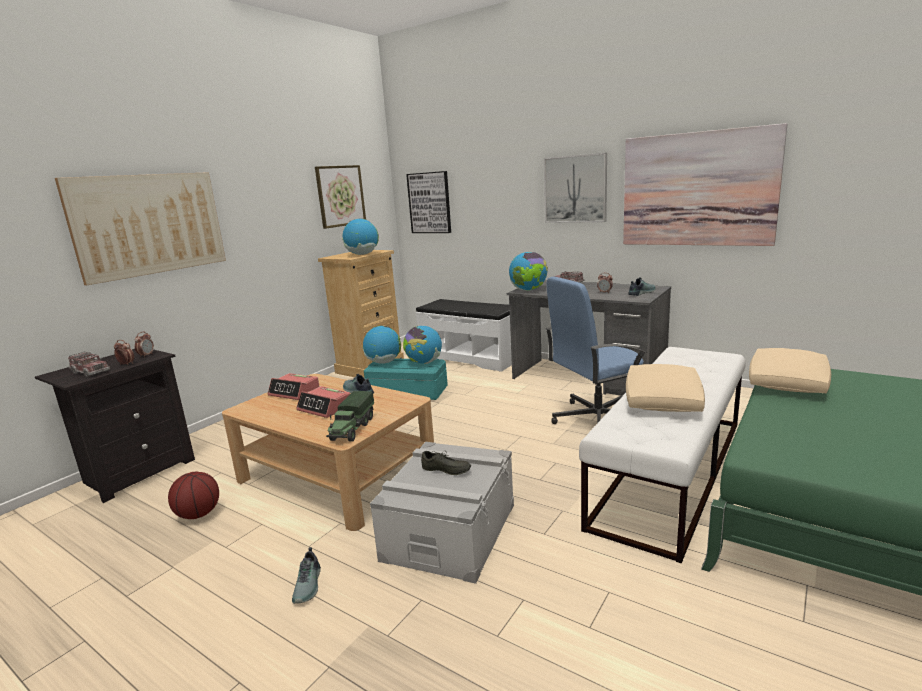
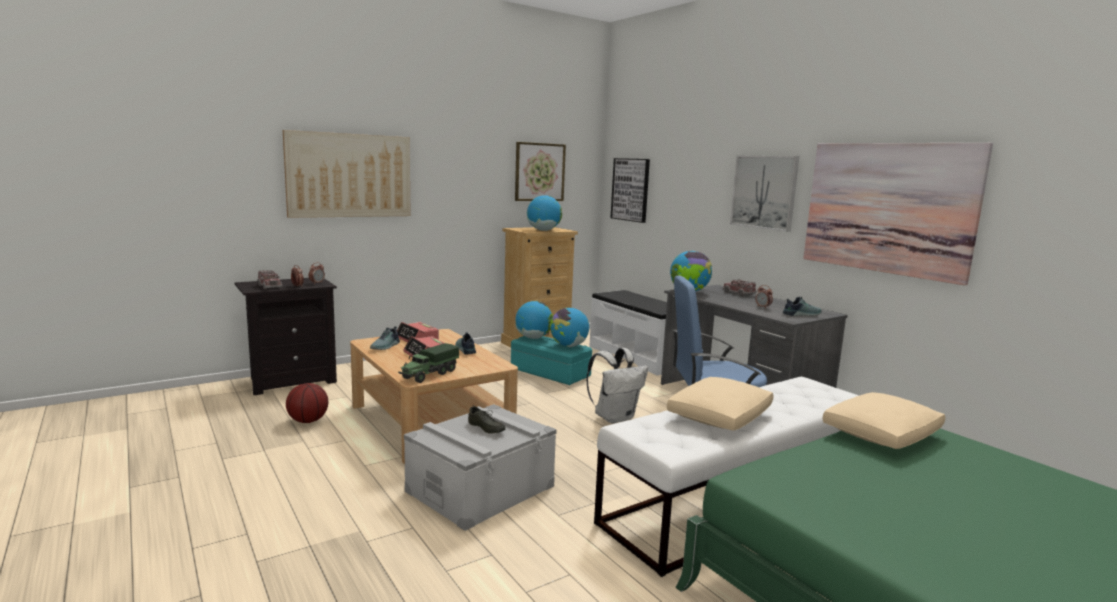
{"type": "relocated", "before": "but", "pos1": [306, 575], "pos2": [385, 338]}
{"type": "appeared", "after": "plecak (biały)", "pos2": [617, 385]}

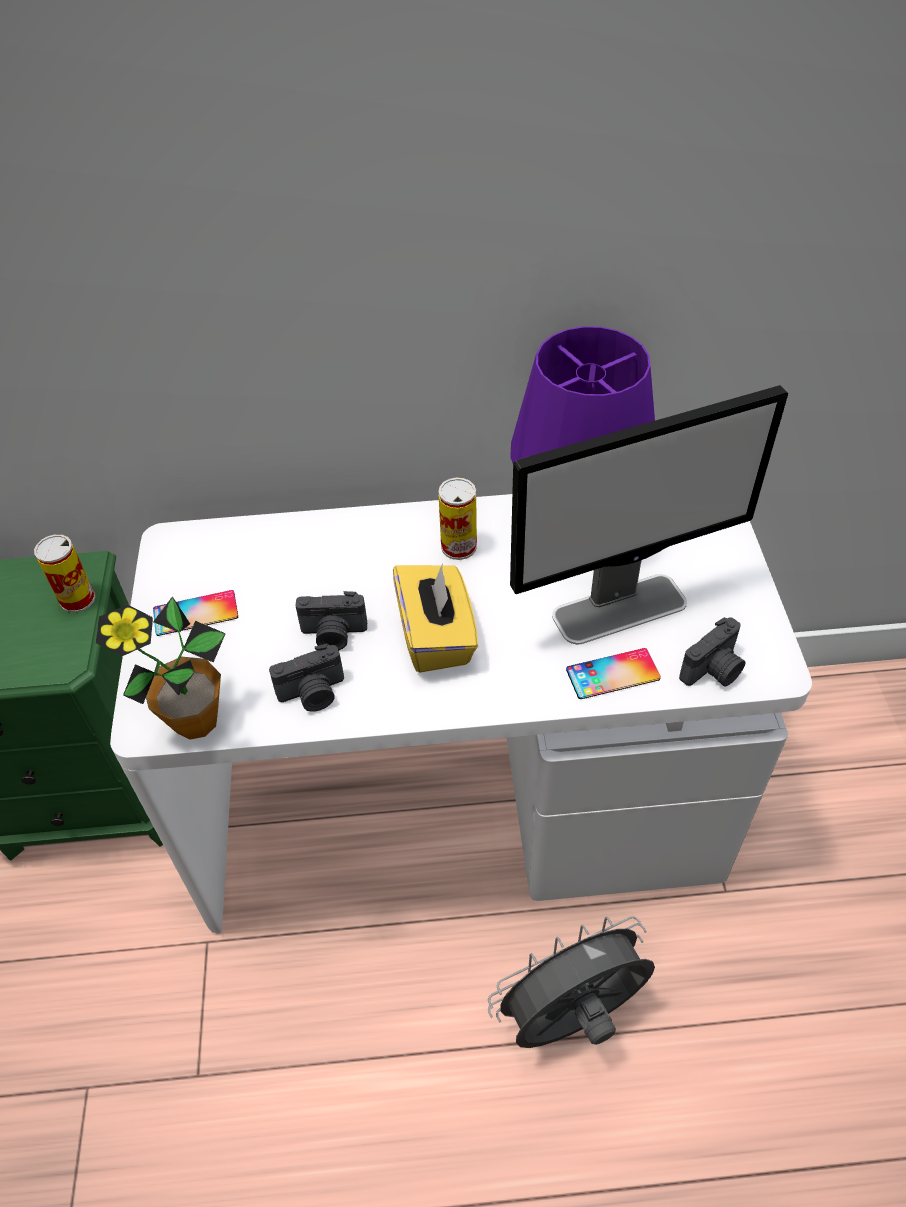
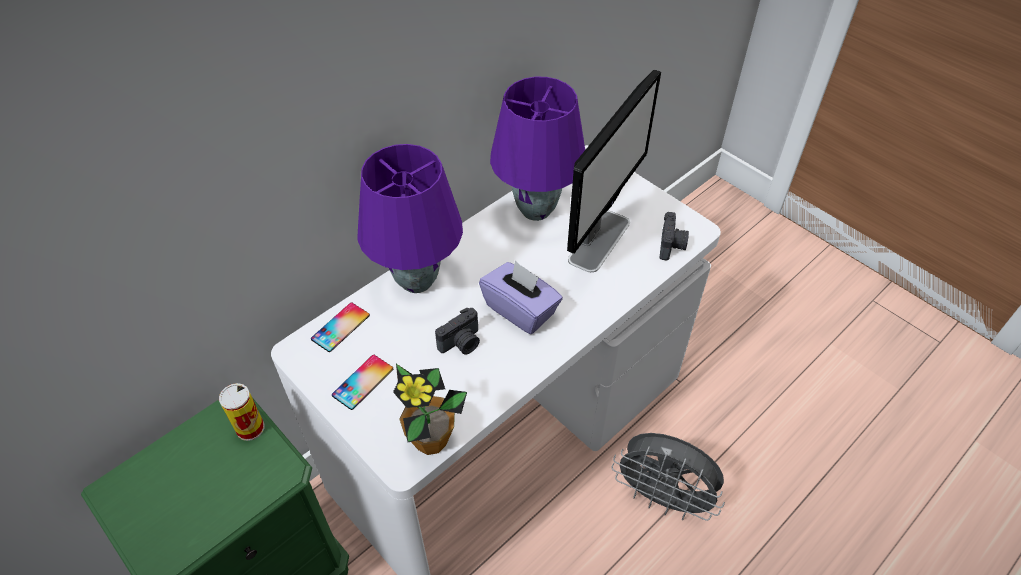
{"type": "missing", "before": "puszka", "pos1": [457, 519]}
{"type": "colour", "before": "pudełko chusteczek (żółty)", "after": "pudełko chusteczek (fioletowy)", "pos1": [435, 618], "pos2": [521, 297]}
{"type": "missing", "before": "aparat fotograficzny", "pos1": [306, 678]}
{"type": "relocated", "before": "telefon", "pos1": [613, 673], "pos2": [340, 327]}
{"type": "spun", "before": "wentylator (szary)", "pos1": [571, 982], "pos2": [668, 477], "turn": -90}
{"type": "appeared", "after": "lampa stołowa (fioletowy)", "pos2": [410, 218]}

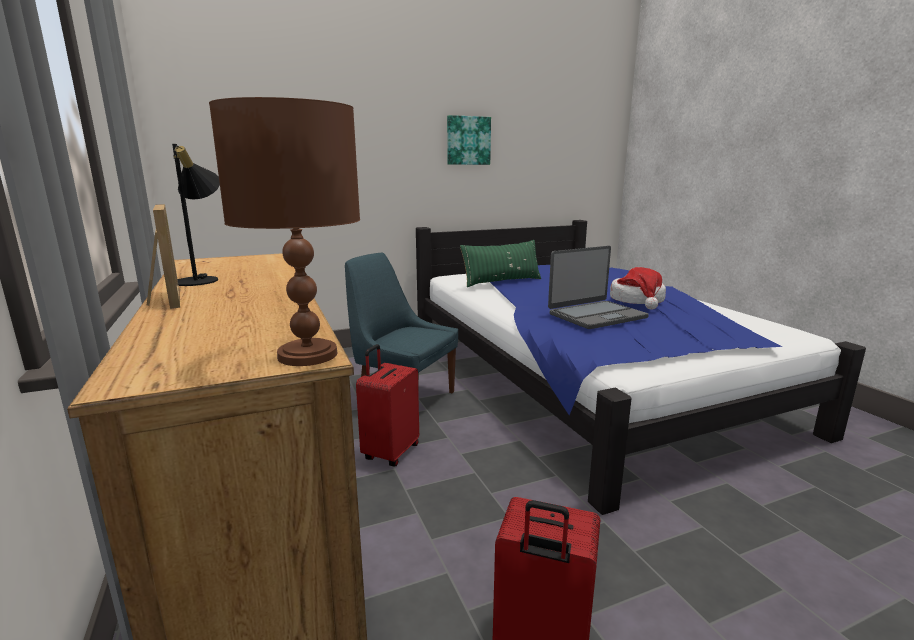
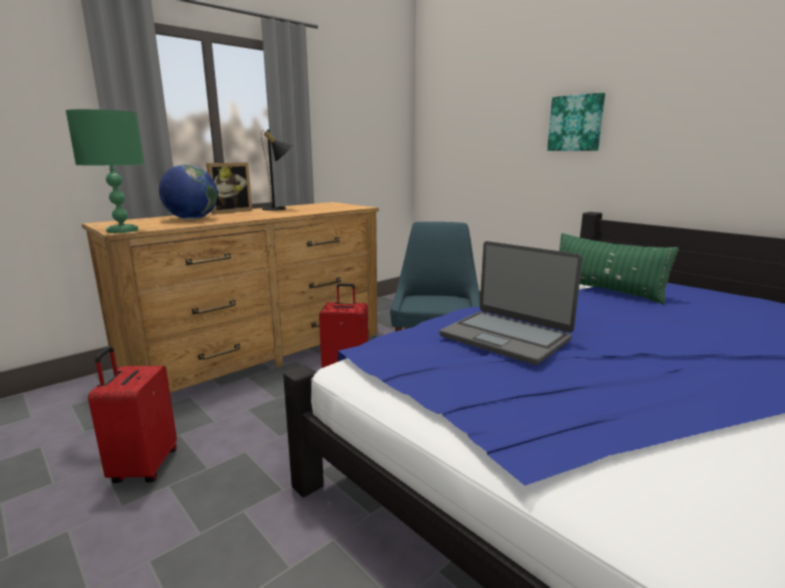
{"type": "colour", "before": "lampa stołowa (brązowy)", "after": "lampa stołowa (zielony)", "pos1": [284, 231], "pos2": [105, 171]}
{"type": "relocated", "before": "obraz", "pos1": [469, 140], "pos2": [576, 122]}
{"type": "missing", "before": "kapelusz", "pos1": [638, 288]}
{"type": "appeared", "after": "globus", "pos2": [188, 192]}

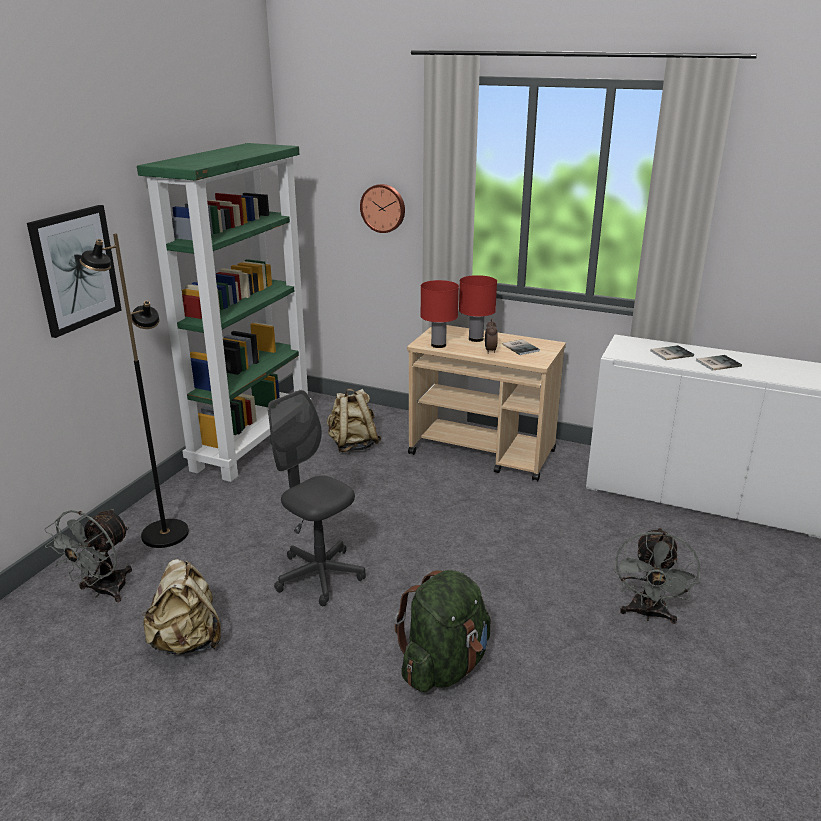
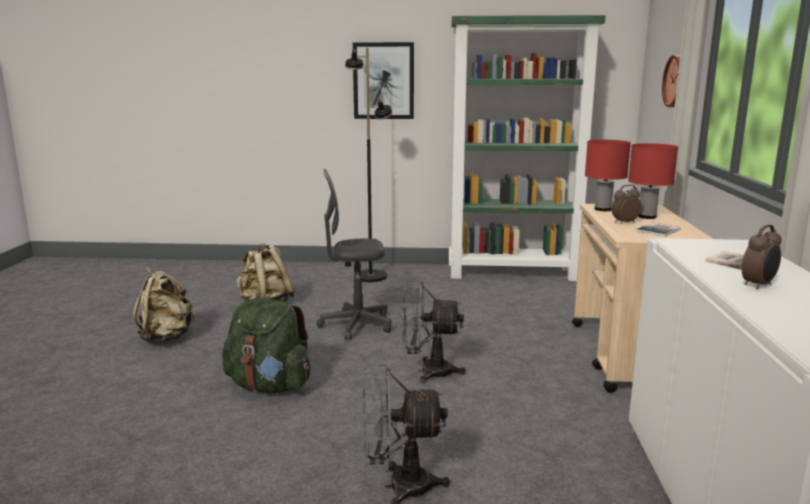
{"type": "exchanged", "before": "książka", "after": "budzik", "pos1": [719, 363], "pos2": [762, 256]}
{"type": "relocated", "before": "plecak (beżowy)", "pos1": [354, 420], "pos2": [164, 304]}
{"type": "spun", "before": "krzesło biurowe (szary)", "pos1": [317, 498], "pos2": [354, 254], "turn": -120}
{"type": "relocated", "before": "wentylator (szary)", "pos1": [88, 555], "pos2": [433, 331]}

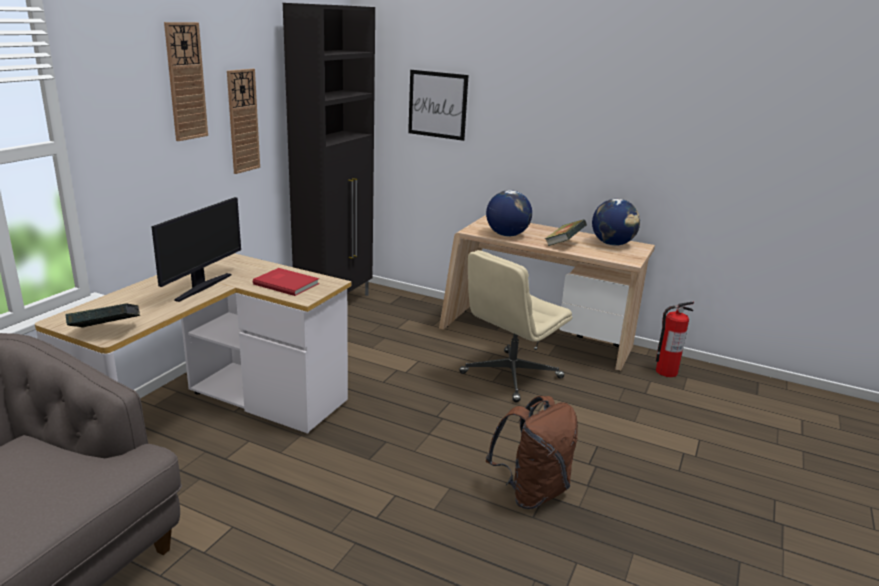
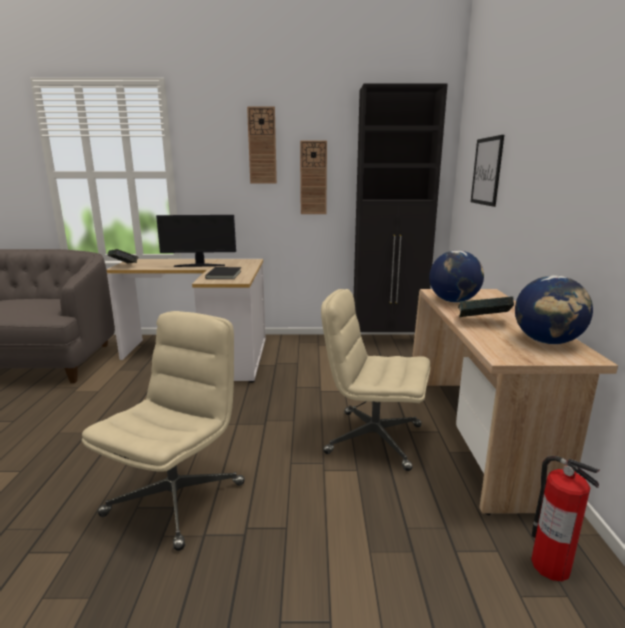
{"type": "colour", "before": "książka (czerwony)", "after": "książka (czarny)", "pos1": [286, 282], "pos2": [223, 273]}
{"type": "exchanged", "before": "plecak (brązowy)", "after": "krzesło biurowe (beżowy)", "pos1": [532, 452], "pos2": [163, 431]}

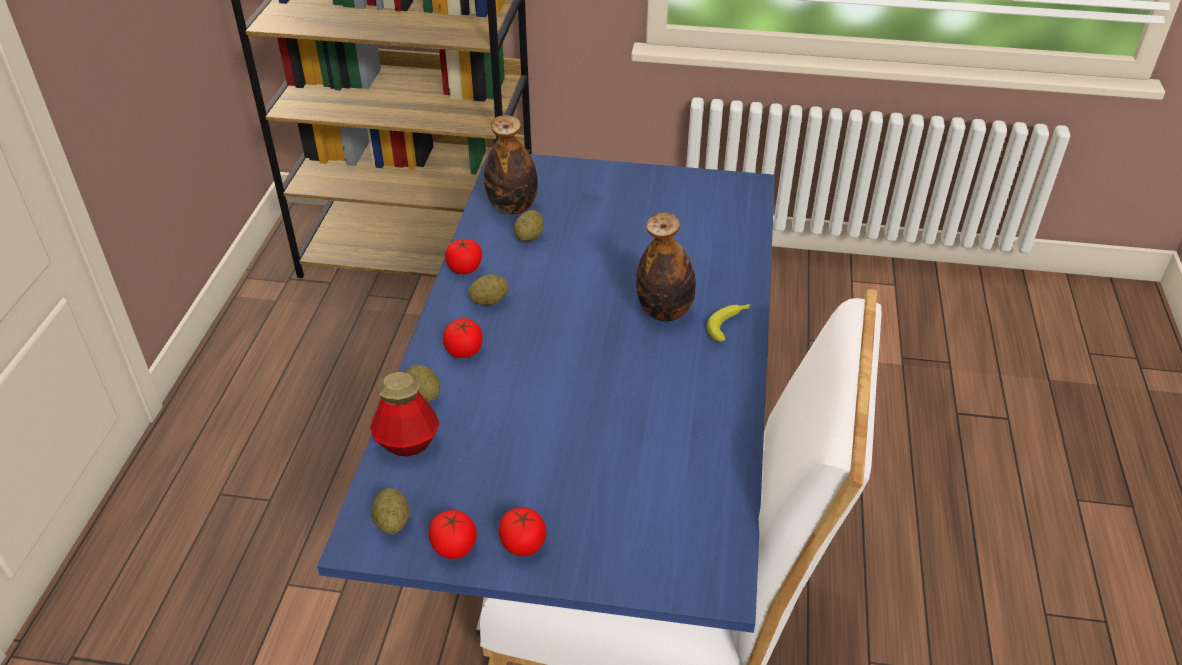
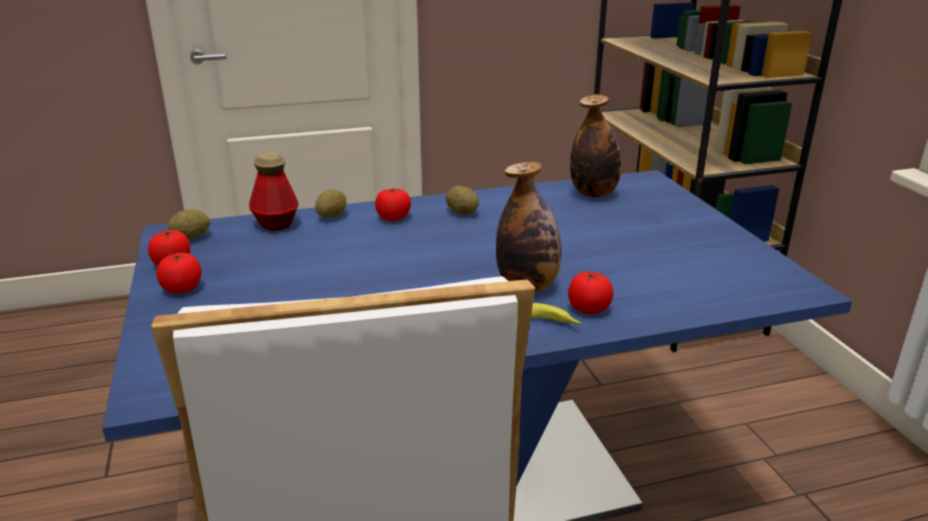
{"type": "missing", "before": "ziemniak", "pos1": [529, 225]}
{"type": "relocated", "before": "pomidor", "pos1": [463, 256], "pos2": [591, 292]}

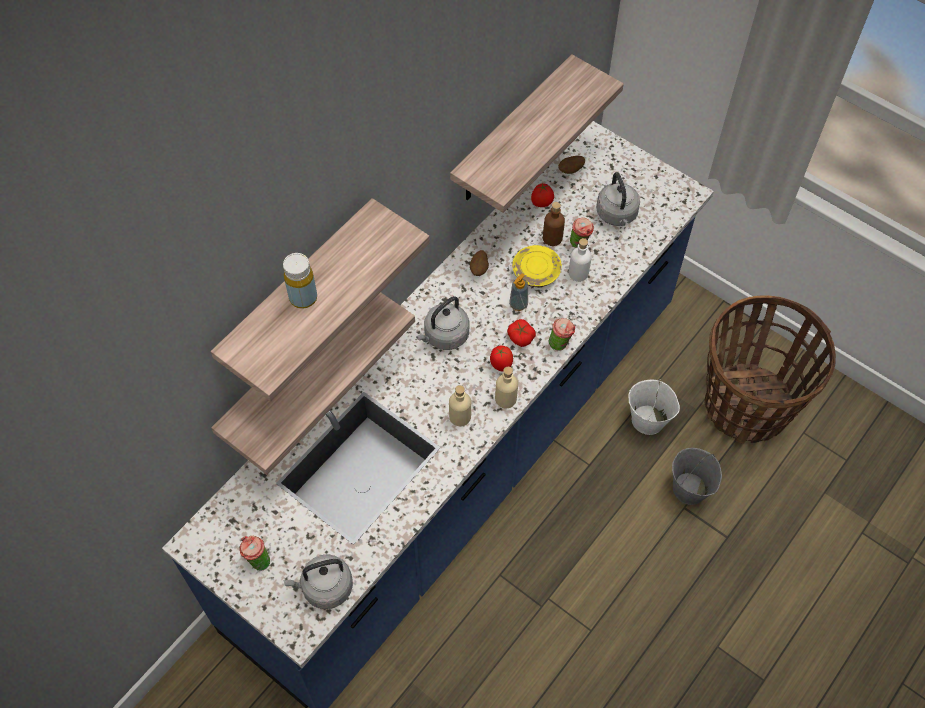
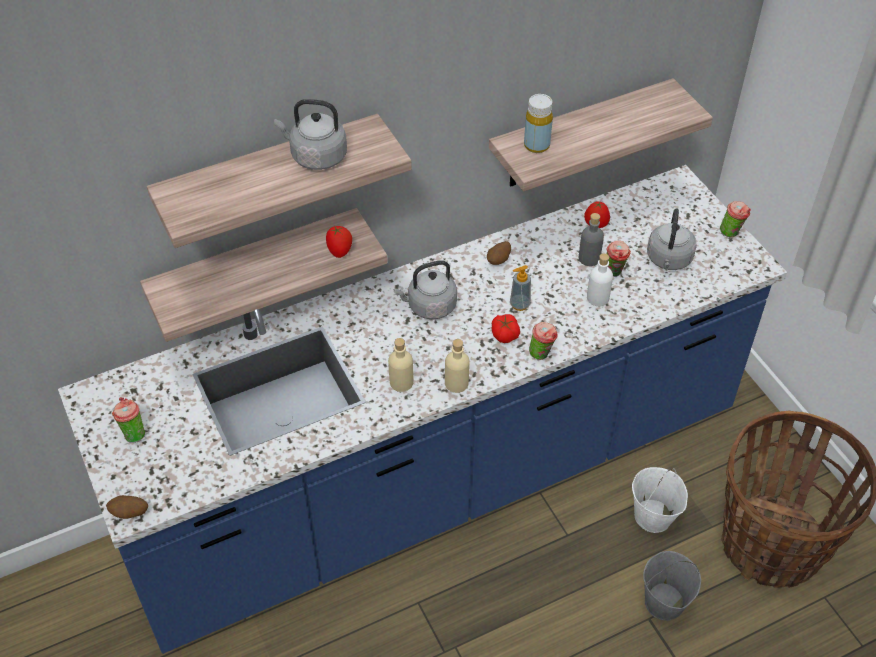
{"type": "relocated", "before": "ziemniak", "pos1": [572, 165], "pos2": [127, 507]}
{"type": "colour", "before": "butelka (brązowy)", "after": "butelka (szary)", "pos1": [554, 224], "pos2": [591, 239]}
{"type": "missing", "before": "talerz (żółty)", "pos1": [537, 266]}
{"type": "relocated", "before": "butelka (żółty)", "pos1": [300, 281], "pos2": [538, 123]}
{"type": "relocated", "before": "pomidor", "pos1": [501, 359], "pos2": [339, 241]}
{"type": "relocated", "before": "czajnik (szary)", "pos1": [318, 581], "pos2": [310, 134]}
{"type": "appeared", "after": "filiżanka", "pos2": [735, 219]}

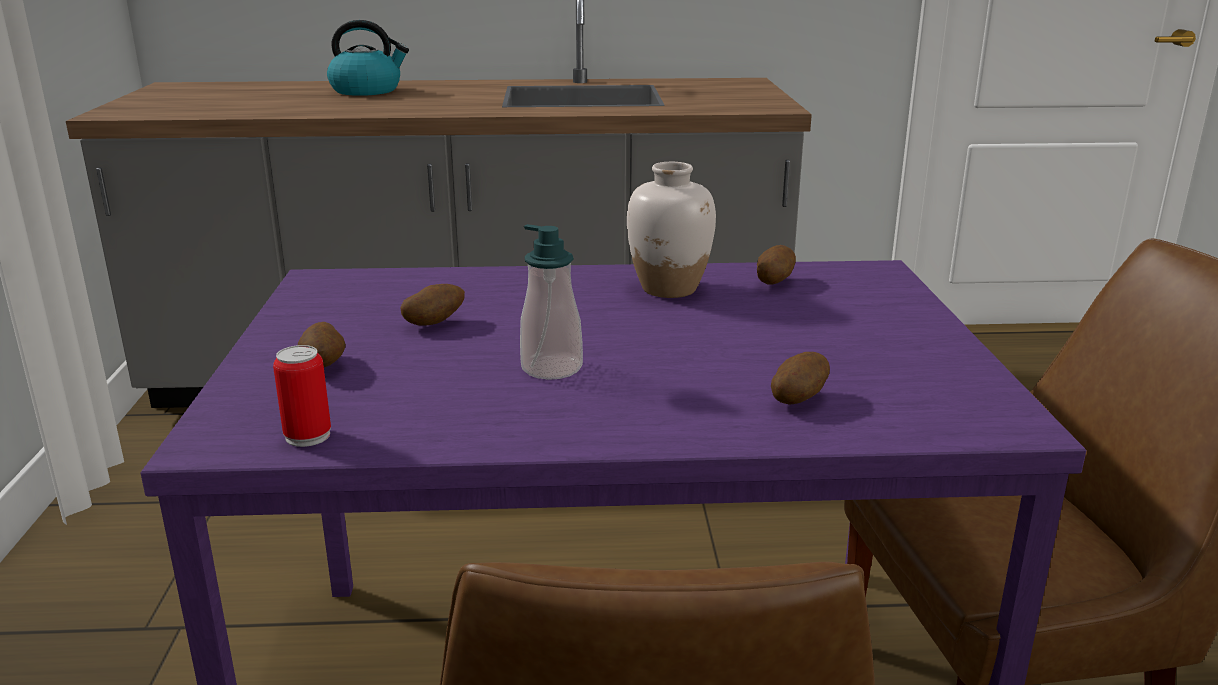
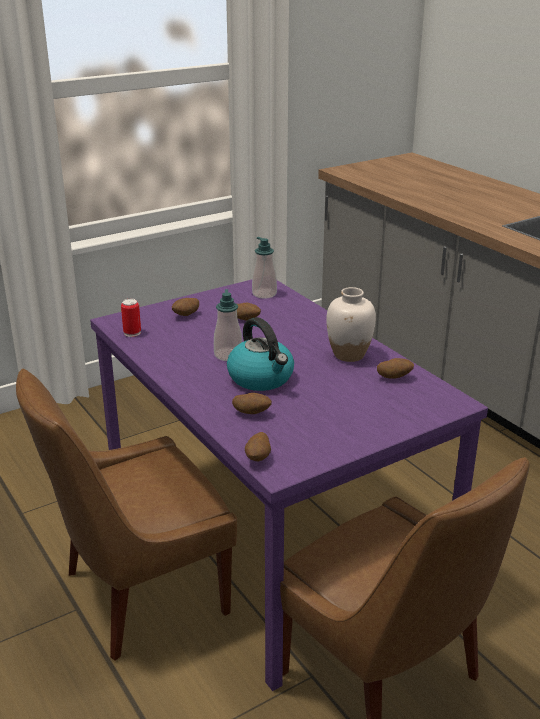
{"type": "relocated", "before": "czajnik", "pos1": [368, 58], "pos2": [260, 354]}
{"type": "appeared", "after": "dozownik mydła", "pos2": [264, 268]}
{"type": "appeared", "after": "ziemniak", "pos2": [258, 446]}

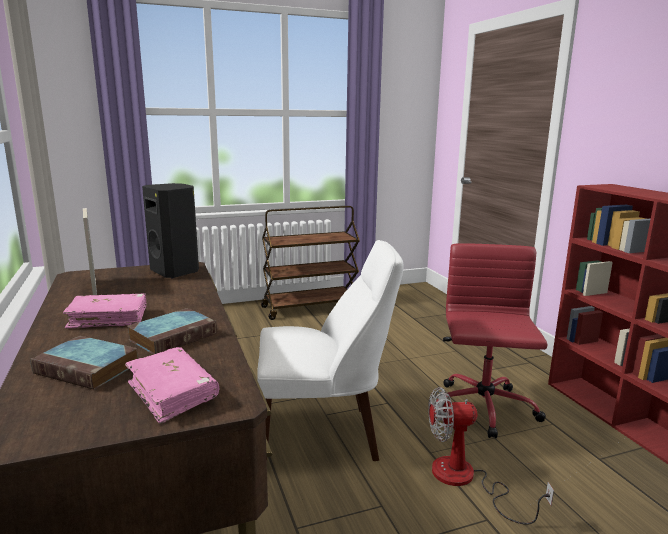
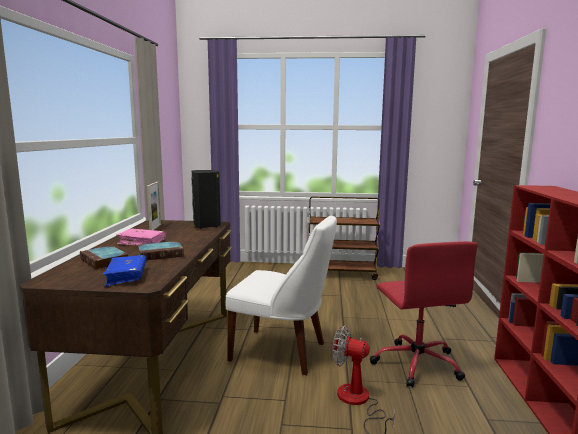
{"type": "spun", "before": "krzesło biurowe (czerwony)", "pos1": [488, 340], "pos2": [424, 314], "turn": 135}
{"type": "colour", "before": "książka (różowy)", "after": "książka (niebieski)", "pos1": [172, 385], "pos2": [124, 271]}

